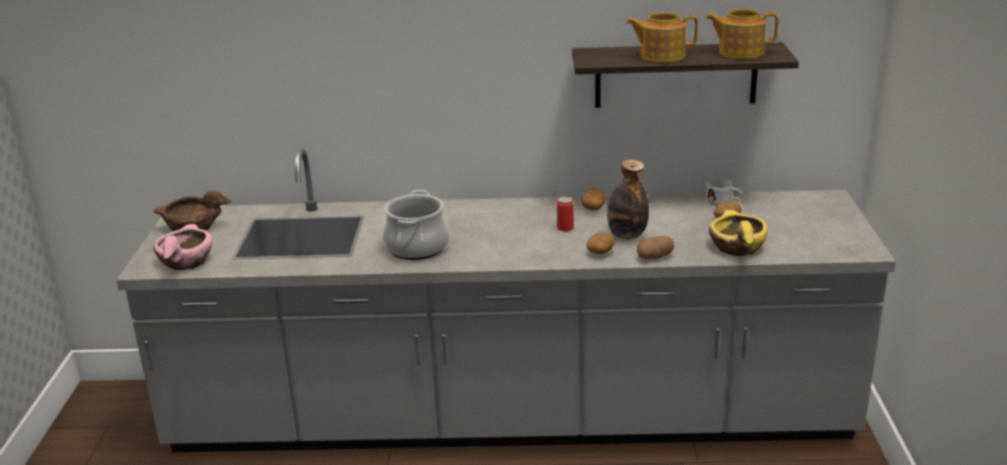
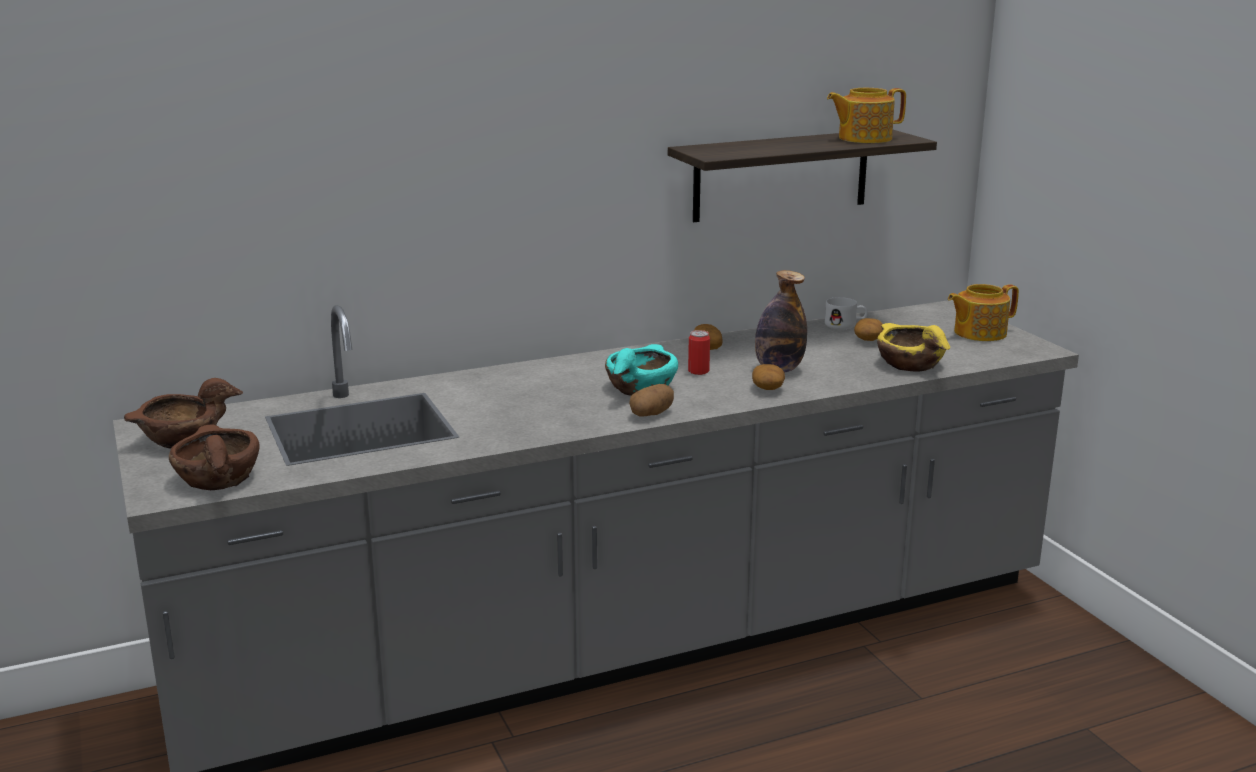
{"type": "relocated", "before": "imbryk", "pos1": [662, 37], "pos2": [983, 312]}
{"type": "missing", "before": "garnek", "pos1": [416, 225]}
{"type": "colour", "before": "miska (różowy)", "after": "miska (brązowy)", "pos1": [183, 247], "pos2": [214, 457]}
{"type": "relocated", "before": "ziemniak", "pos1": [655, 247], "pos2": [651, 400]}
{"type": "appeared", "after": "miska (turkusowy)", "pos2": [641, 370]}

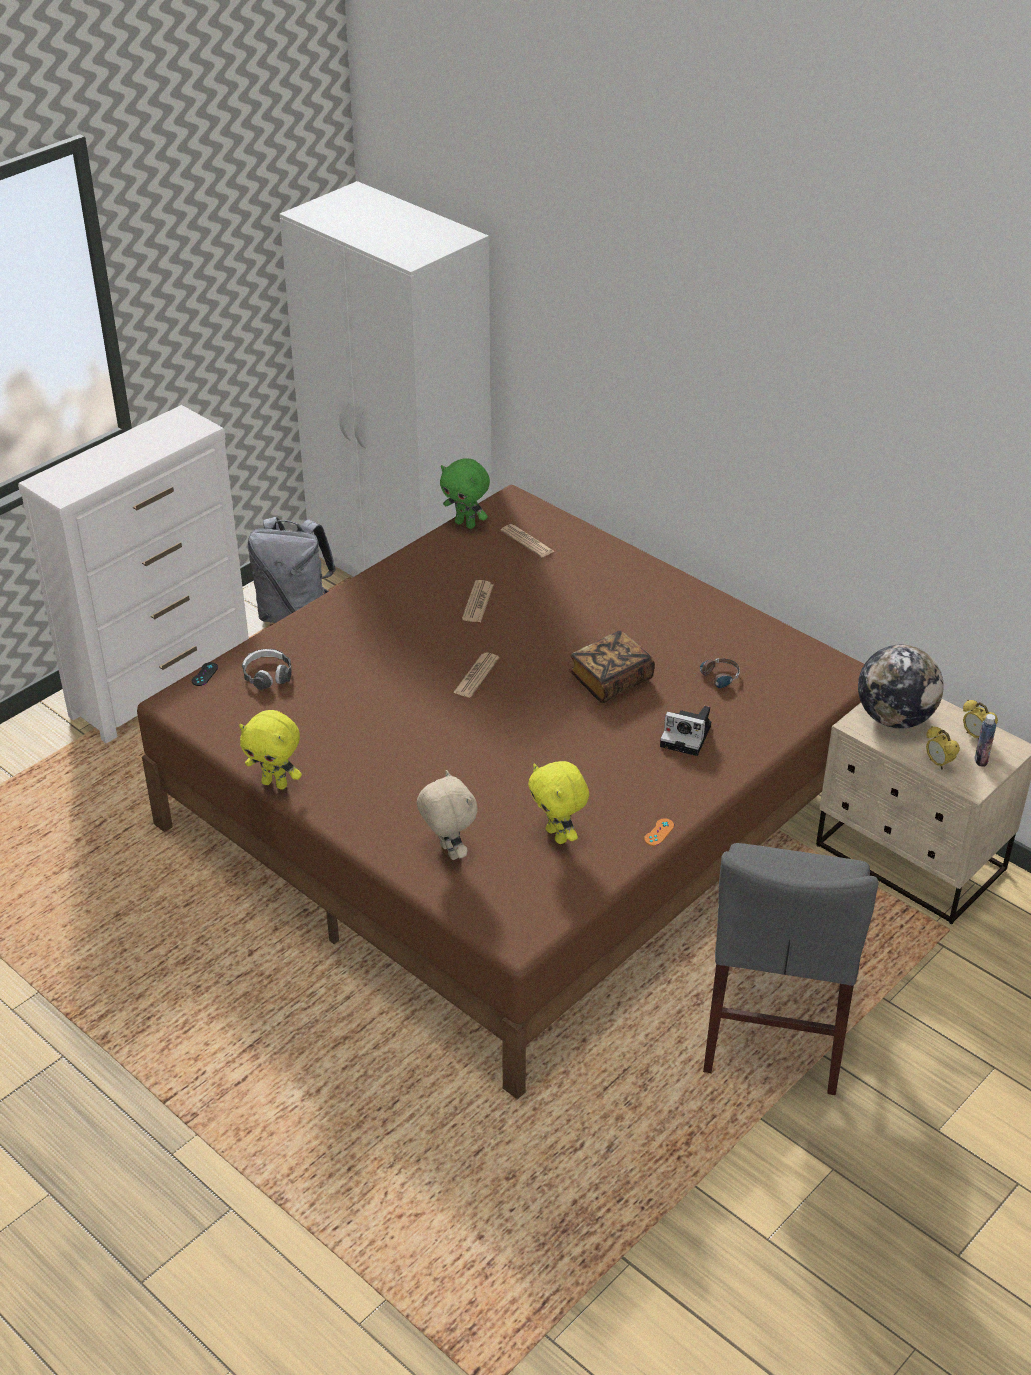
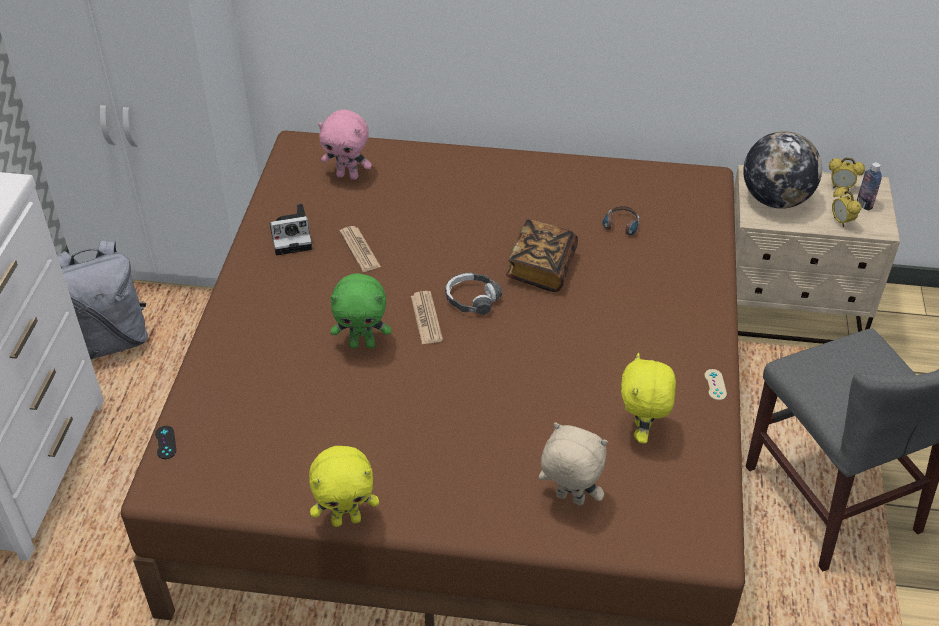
{"type": "relocated", "before": "pluszak (zielony)", "pos1": [465, 493], "pos2": [361, 310]}
{"type": "exchanged", "before": "gazeta", "after": "pluszak (różowy)", "pos1": [527, 540], "pos2": [345, 145]}
{"type": "relocated", "before": "słuchawki", "pos1": [267, 669], "pos2": [473, 294]}
{"type": "relocated", "before": "aparat fotograficzny", "pos1": [685, 731], "pos2": [291, 230]}
{"type": "spun", "before": "budzik", "pos1": [943, 748], "pos2": [846, 207], "turn": 45}
{"type": "spun", "before": "pluszak (żółty)", "pos1": [558, 802], "pos2": [648, 398], "turn": 75}
{"type": "colour", "before": "pad do gier (pomarańczowy)", "after": "pad do gier (beżowy)", "pos1": [659, 832], "pos2": [715, 384]}

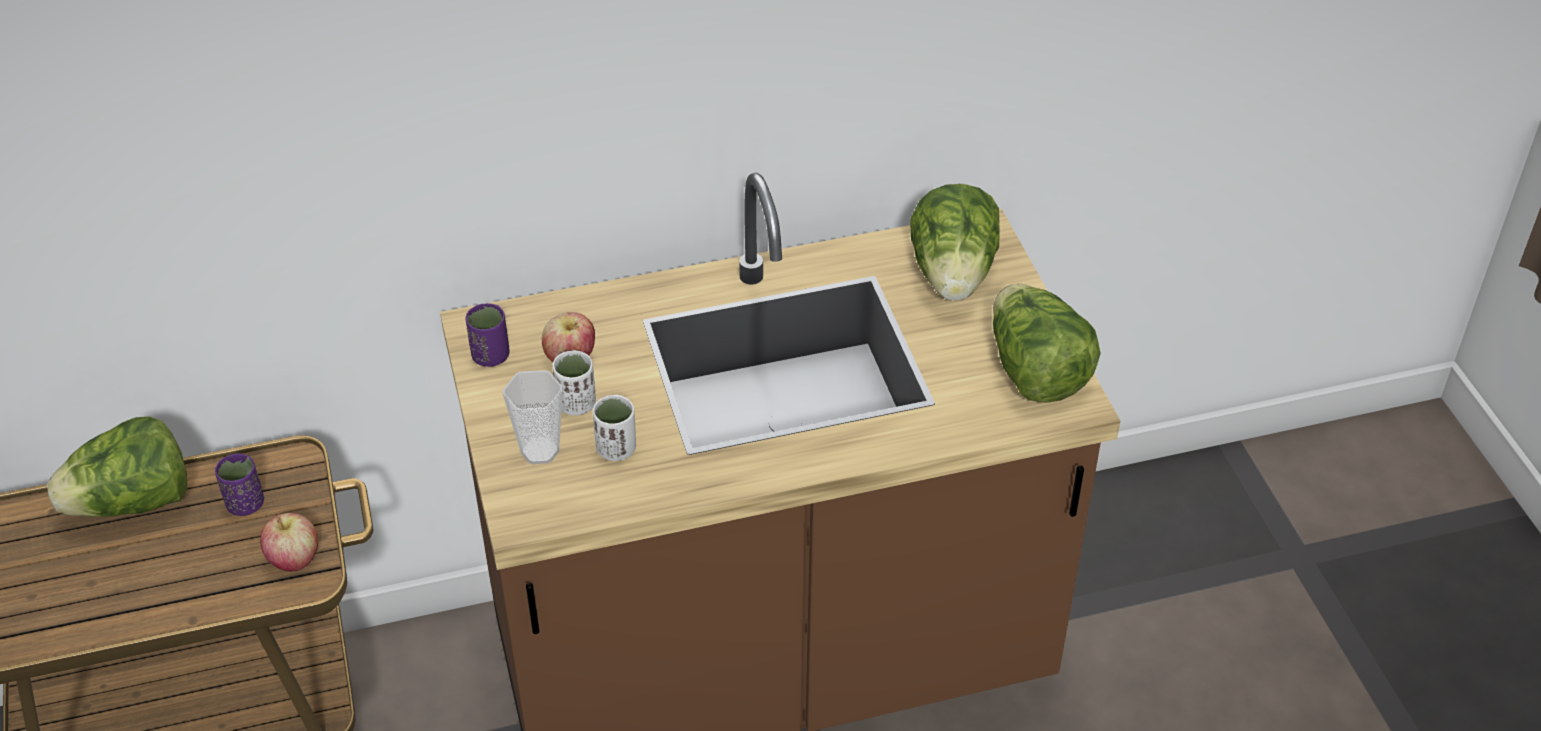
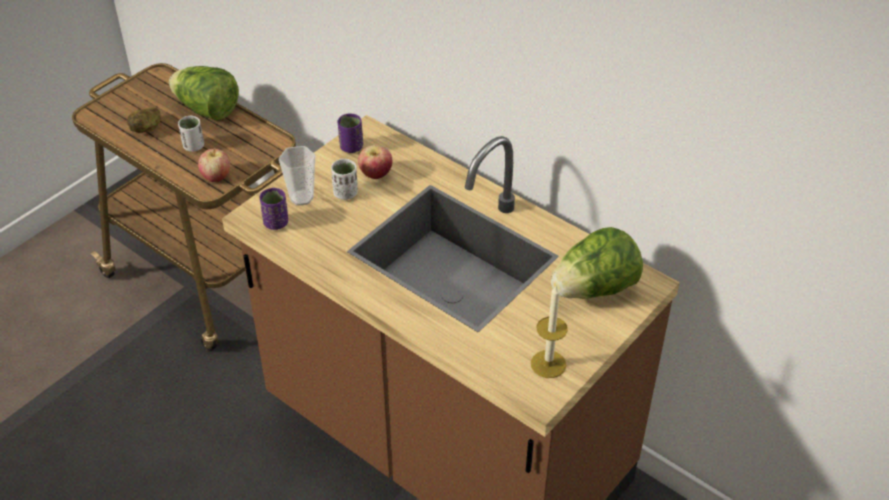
{"type": "exchanged", "before": "sałata", "after": "świeca", "pos1": [1046, 343], "pos2": [549, 331]}
{"type": "relocated", "before": "filiżanka (biały)", "pos1": [614, 428], "pos2": [191, 134]}
{"type": "relocated", "before": "filiżanka (fioletowy)", "pos1": [239, 484], "pos2": [274, 209]}
{"type": "appeared", "after": "ziemniak", "pos2": [144, 120]}

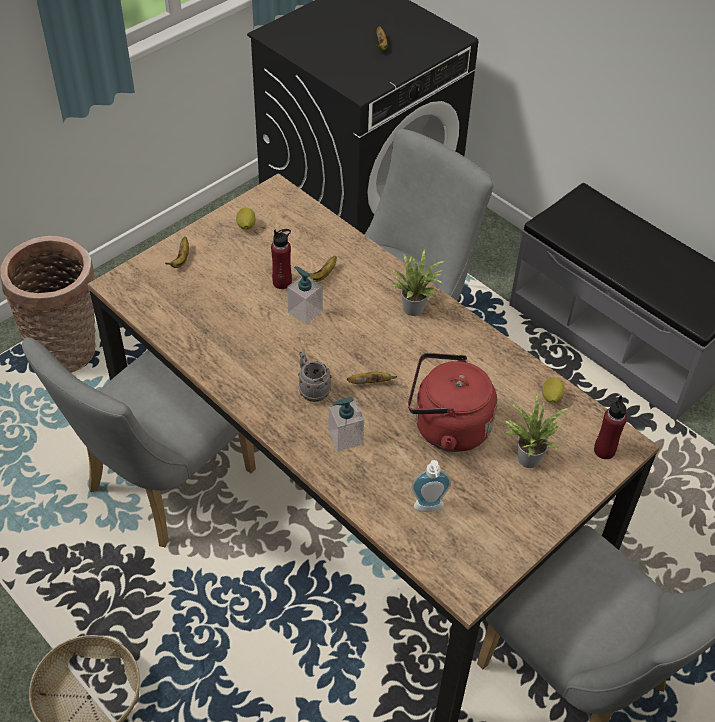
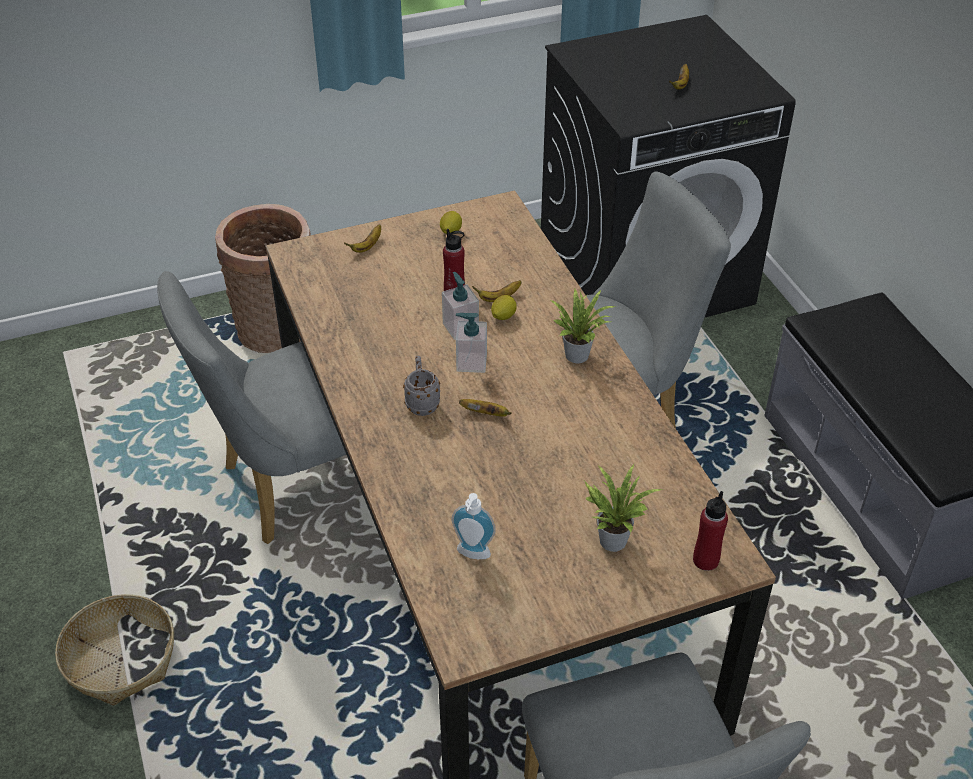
{"type": "missing", "before": "czajnik (czerwony)", "pos1": [452, 402]}
{"type": "relocated", "before": "cytryna", "pos1": [553, 390], "pos2": [504, 307]}
{"type": "relocated", "before": "dozownik mydła", "pos1": [346, 424], "pos2": [471, 343]}

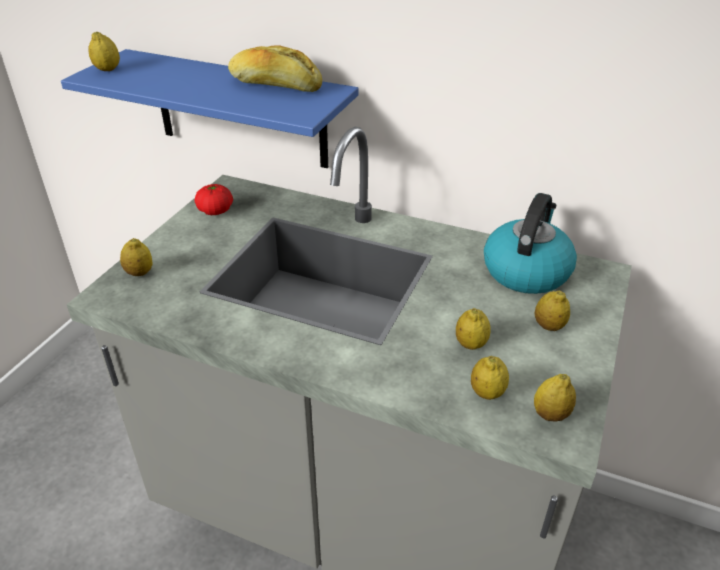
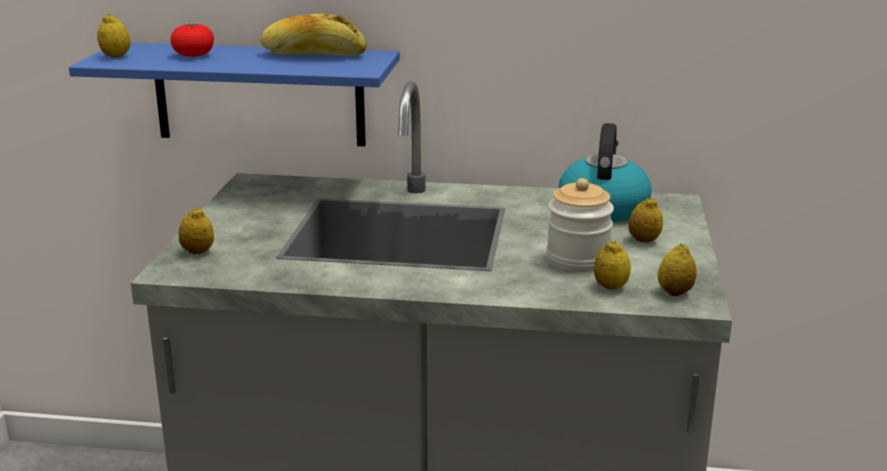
{"type": "relocated", "before": "pomidor", "pos1": [214, 199], "pos2": [192, 40]}
{"type": "exchanged", "before": "cytryna", "after": "słoik", "pos1": [473, 329], "pos2": [580, 225]}

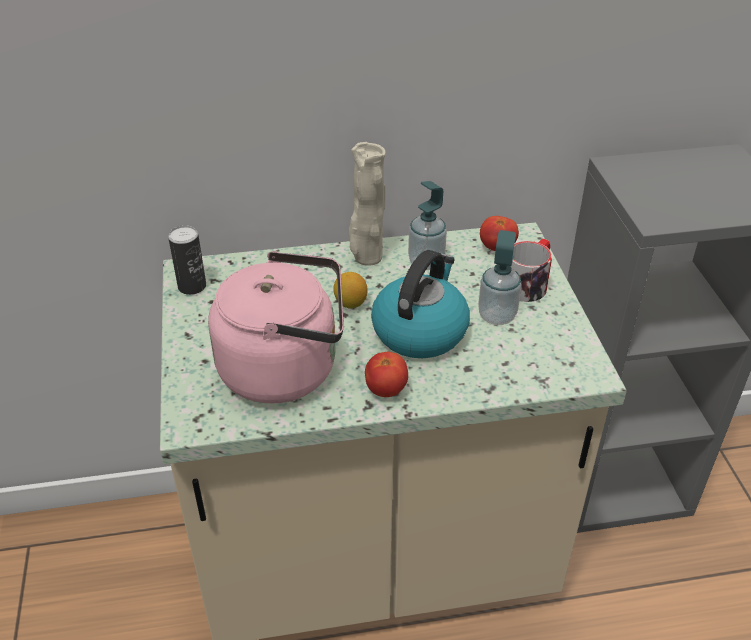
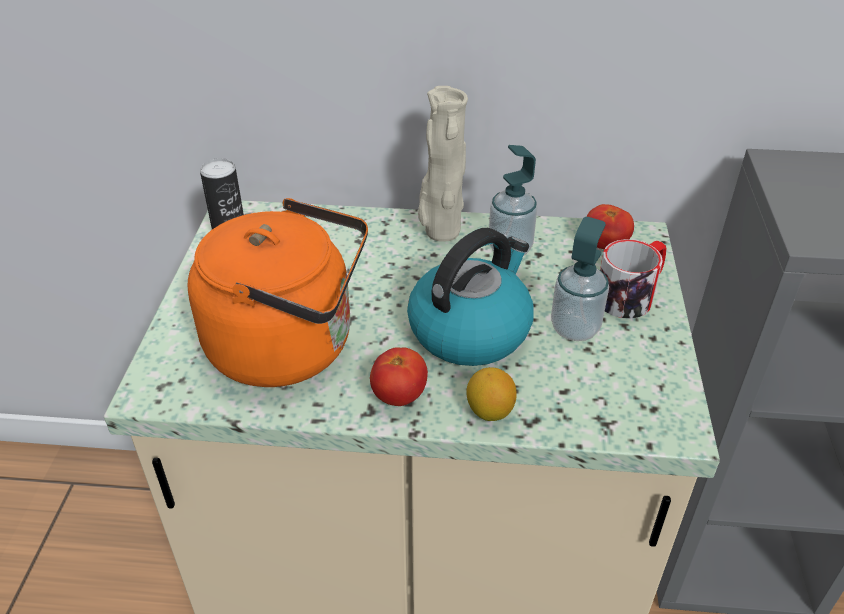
{"type": "colour", "before": "czajnik (różowy)", "after": "czajnik (pomarańczowy)", "pos1": [276, 327], "pos2": [278, 292]}
{"type": "relocated", "before": "cytryna", "pos1": [350, 290], "pos2": [491, 394]}

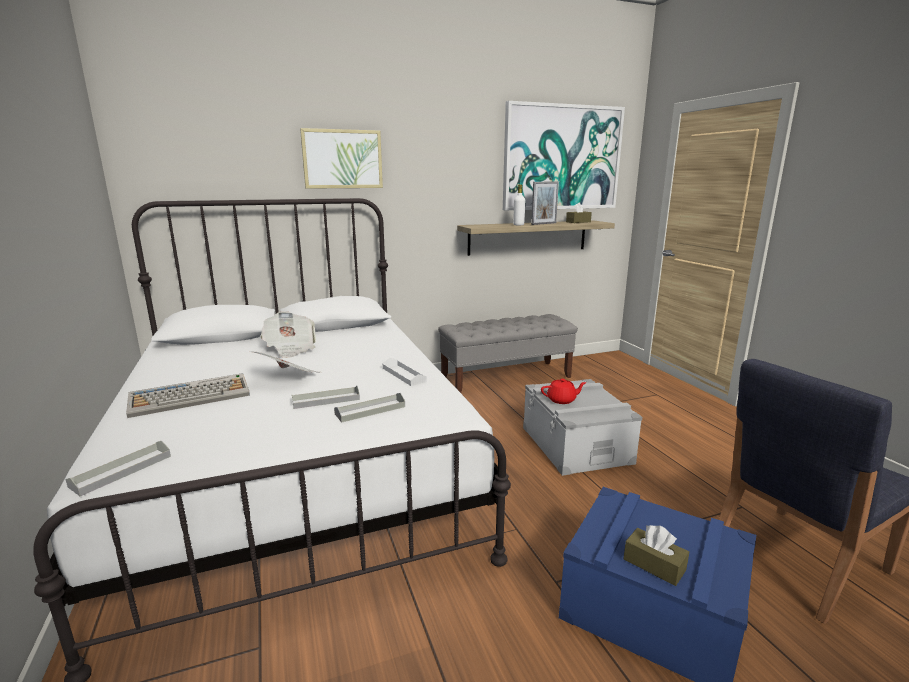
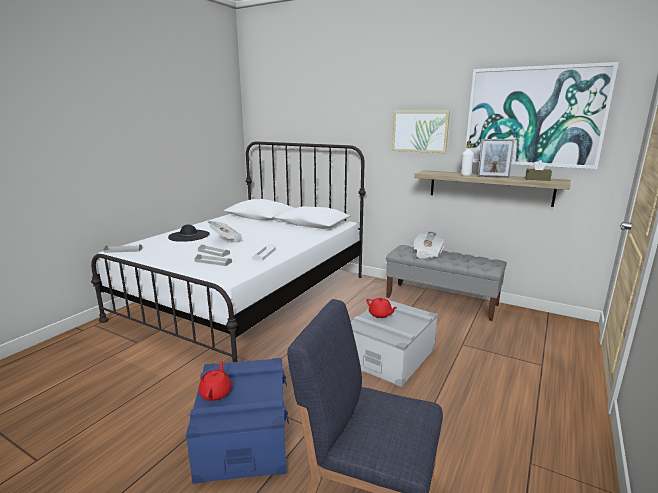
{"type": "relocated", "before": "obraz", "pos1": [341, 158], "pos2": [421, 132]}
{"type": "relocated", "before": "gazeta", "pos1": [288, 334], "pos2": [429, 244]}
{"type": "exchanged", "before": "klawiatura", "after": "kapelusz (czarny)", "pos1": [188, 395], "pos2": [189, 233]}
{"type": "exchanged", "before": "pudełko chusteczek (brązowy)", "after": "imbryk (czerwony)", "pos1": [656, 555], "pos2": [215, 381]}

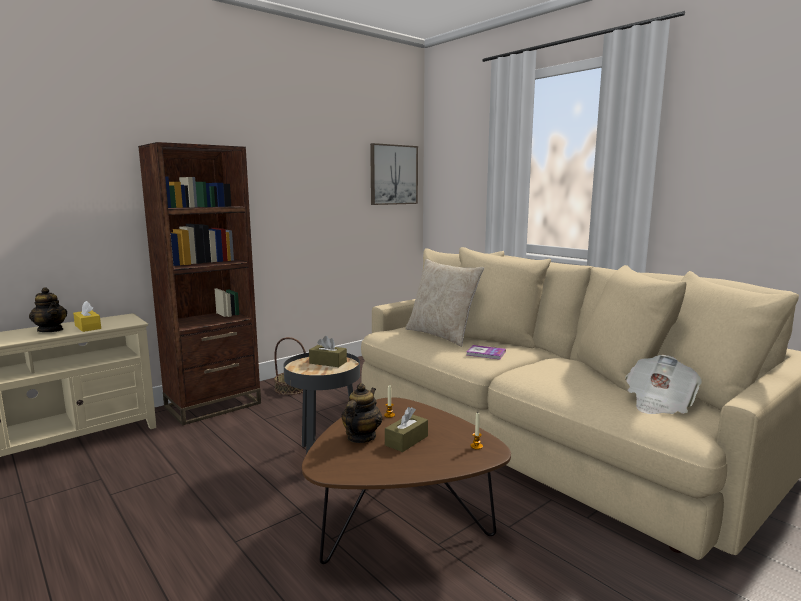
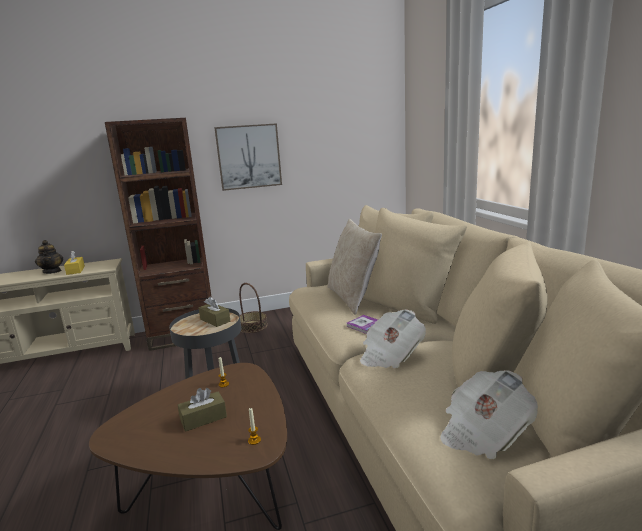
{"type": "relocated", "before": "obraz", "pos1": [394, 174], "pos2": [248, 157]}
{"type": "missing", "before": "imbryk", "pos1": [361, 413]}
{"type": "appeared", "after": "gazeta", "pos2": [393, 339]}

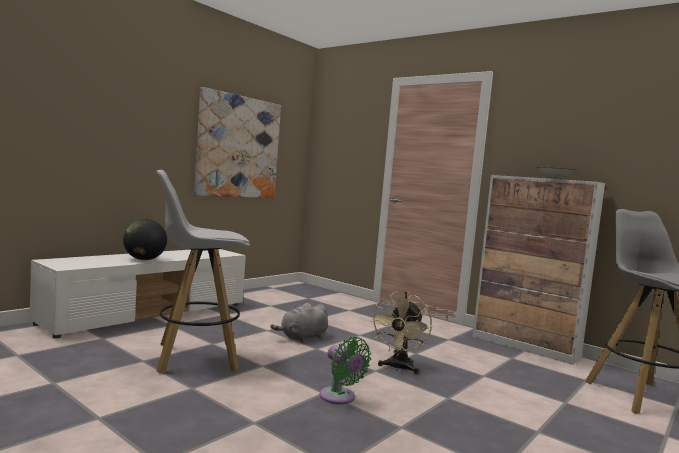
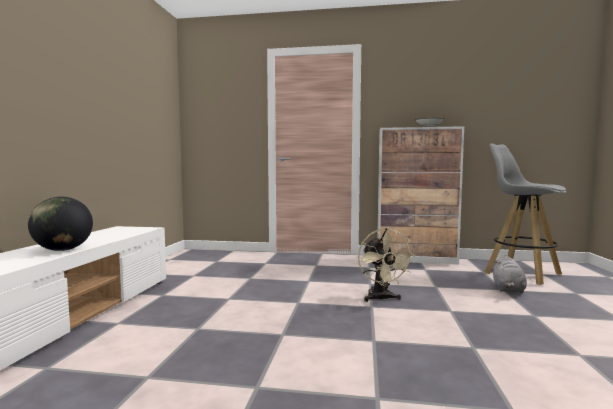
{"type": "missing", "before": "obraz", "pos1": [237, 142]}
{"type": "missing", "before": "stołek (biały)", "pos1": [203, 271]}
{"type": "relocated", "before": "pluszak (szary)", "pos1": [299, 322], "pos2": [510, 274]}
{"type": "missing", "before": "wentylator (zielony)", "pos1": [345, 370]}

